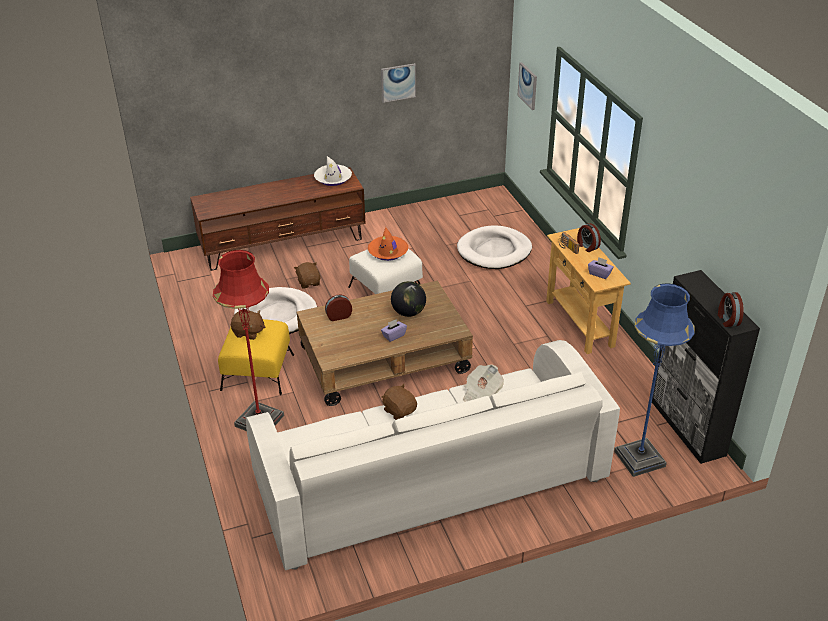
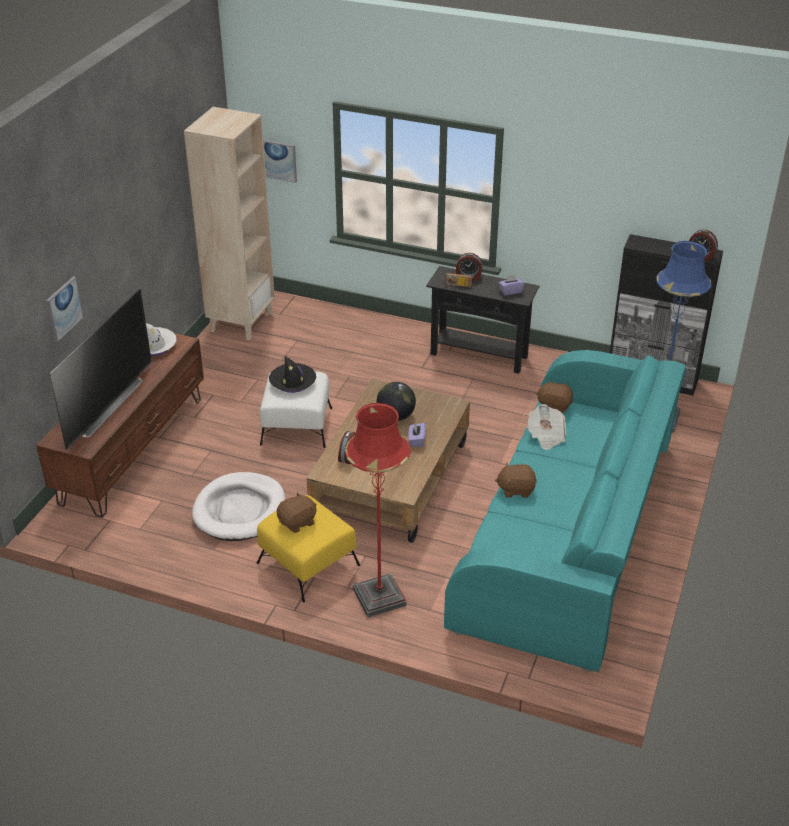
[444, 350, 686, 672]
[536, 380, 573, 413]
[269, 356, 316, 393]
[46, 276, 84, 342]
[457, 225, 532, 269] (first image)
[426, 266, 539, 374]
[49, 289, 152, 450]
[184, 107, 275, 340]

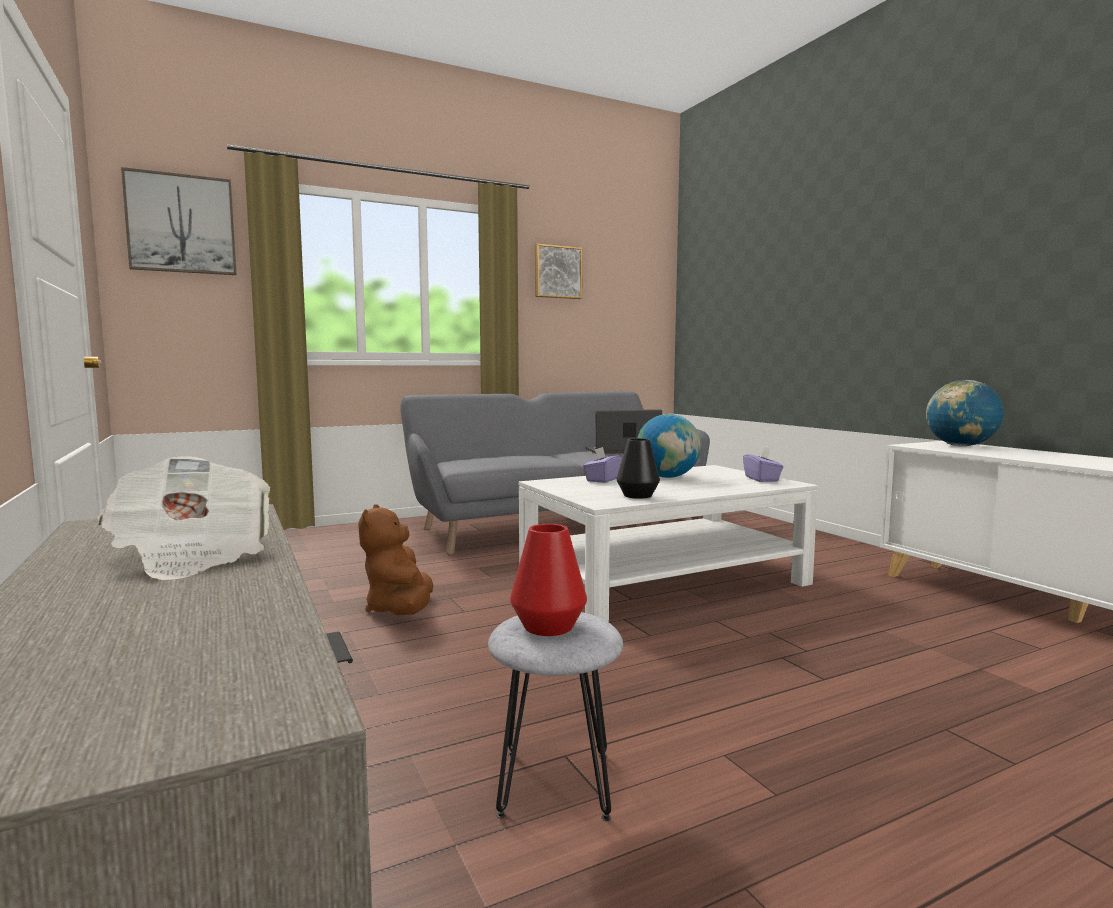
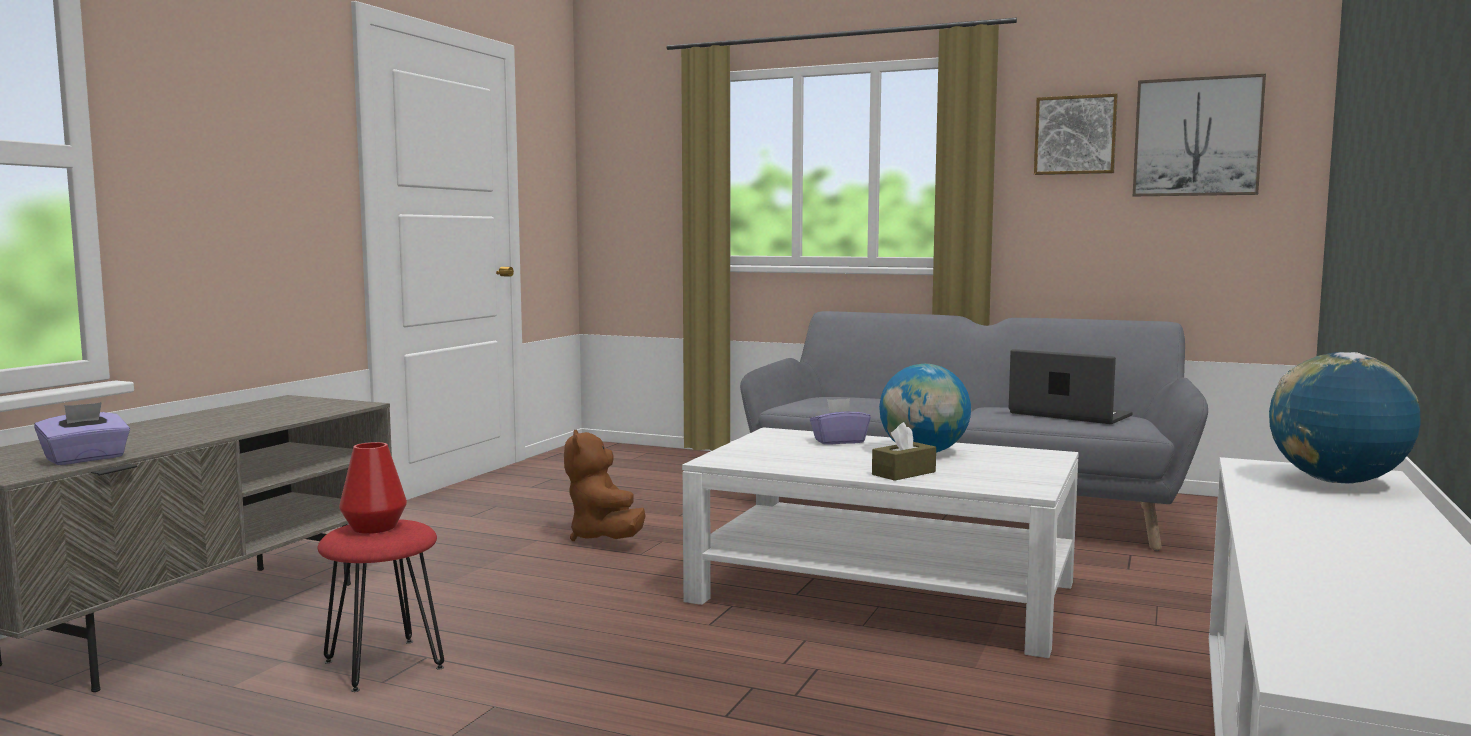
[98, 456, 270, 580] (first image)
[1133, 74, 1266, 196]
[564, 430, 646, 541]
[317, 519, 444, 692]
[616, 438, 660, 499] (first image)
[34, 402, 130, 465]
[872, 422, 936, 481]

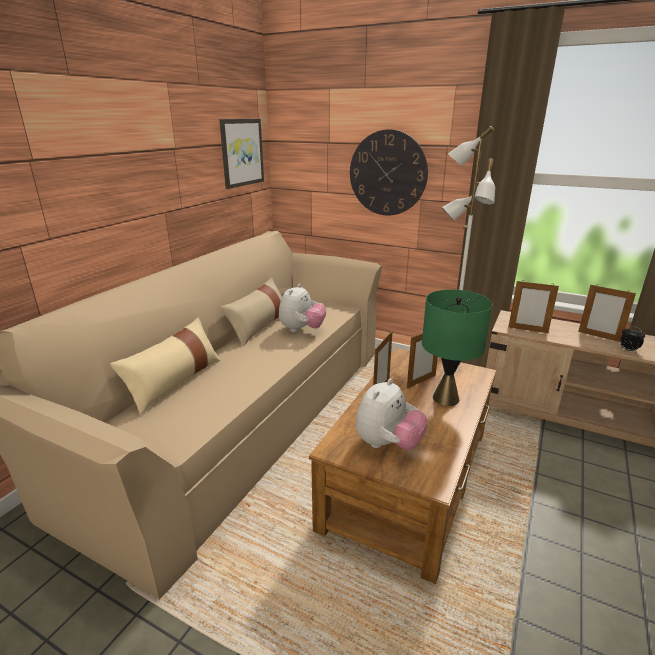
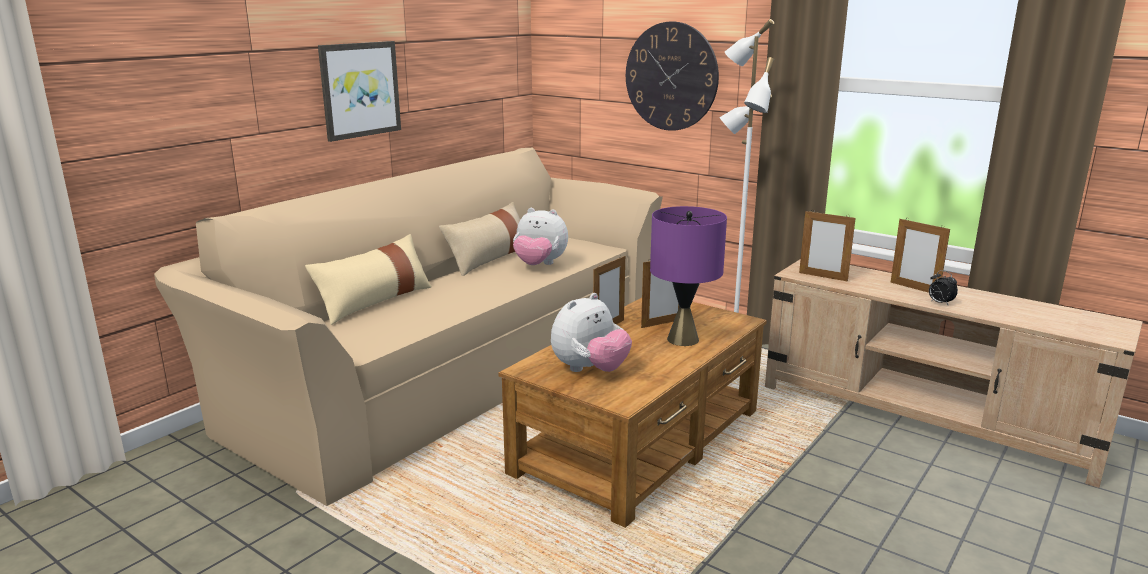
[318, 41, 401, 142]
[513, 208, 568, 265]
[650, 206, 727, 346]

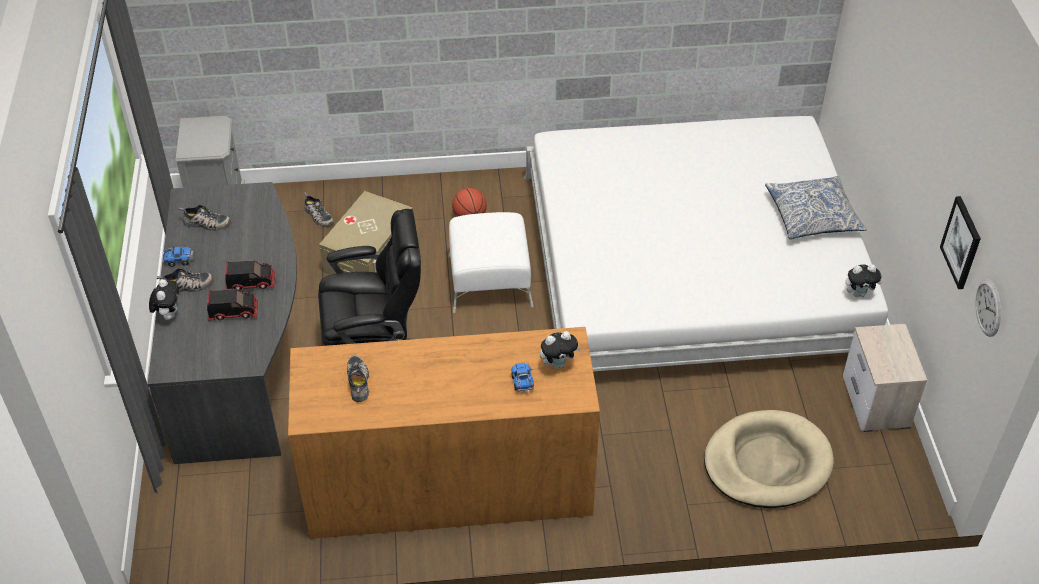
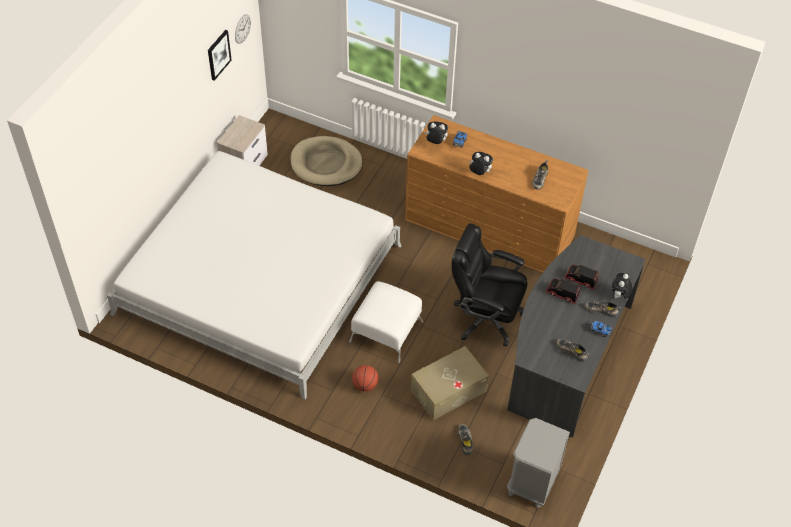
[765, 176, 867, 239] (first image)
[469, 152, 493, 175]

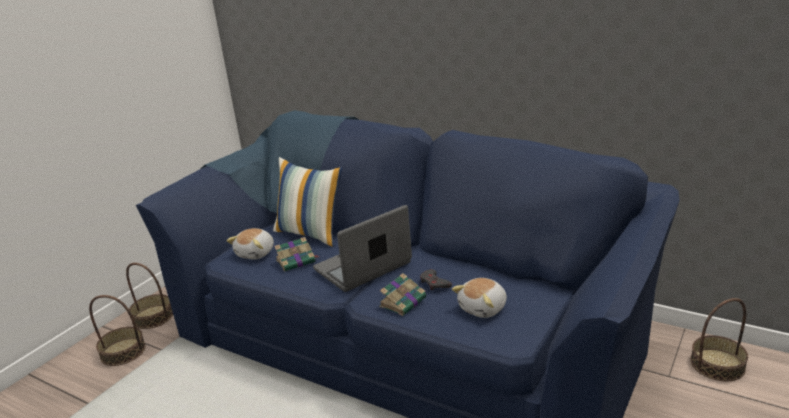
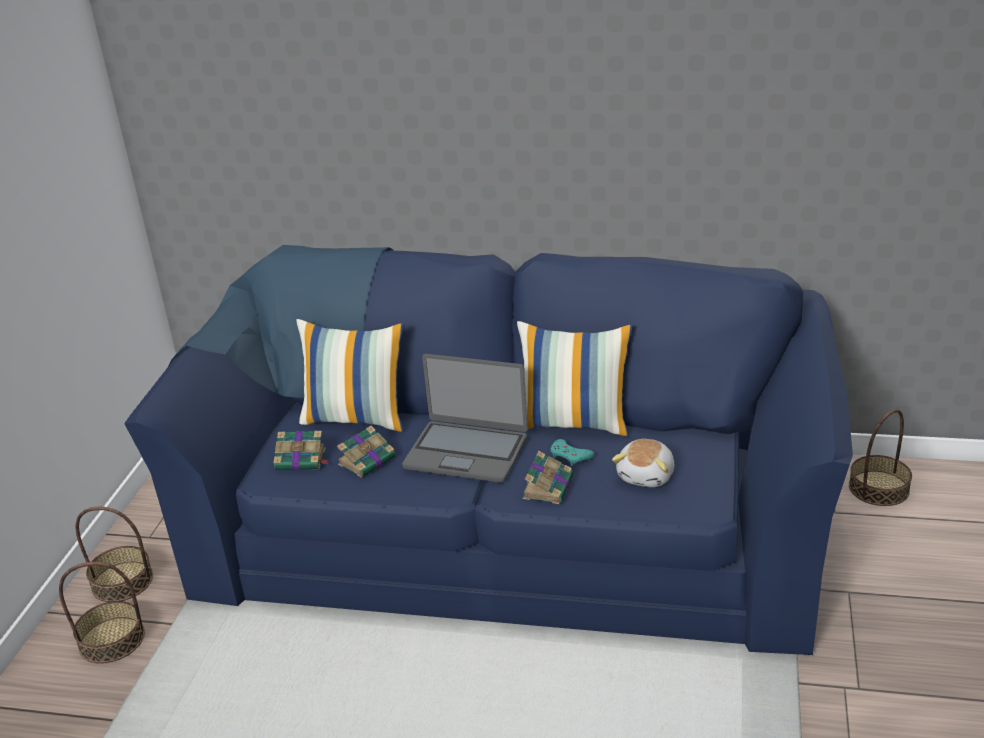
[274, 431, 330, 470]
[402, 354, 528, 483]
[550, 439, 594, 466]
[517, 321, 633, 436]

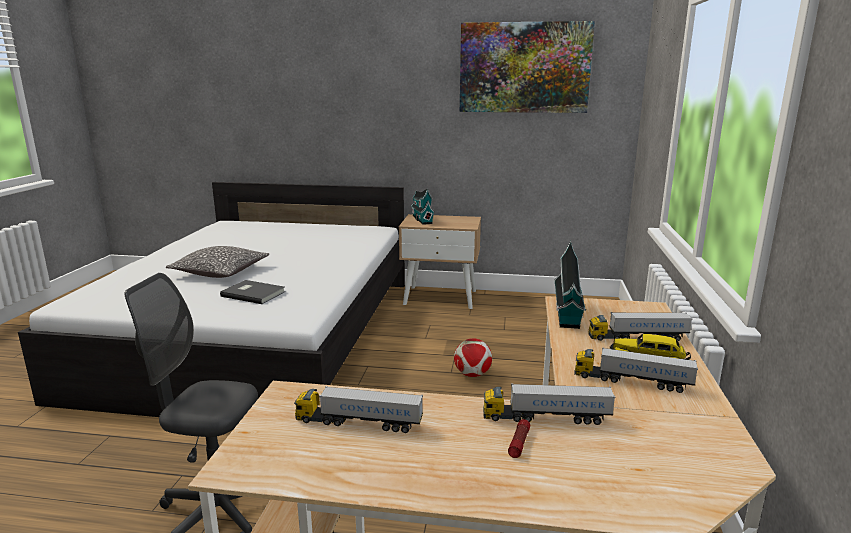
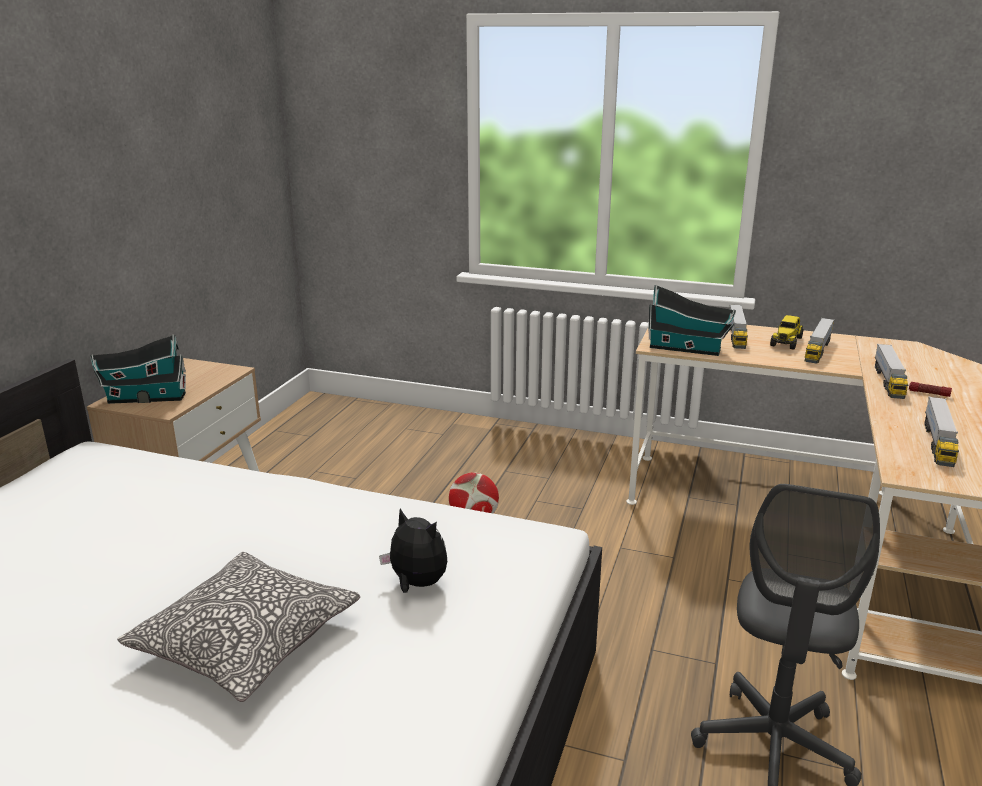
[379, 509, 447, 593]
[460, 21, 595, 113] (first image)

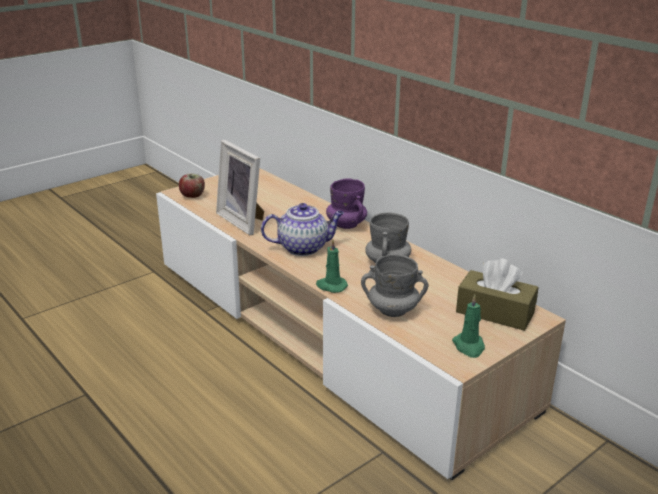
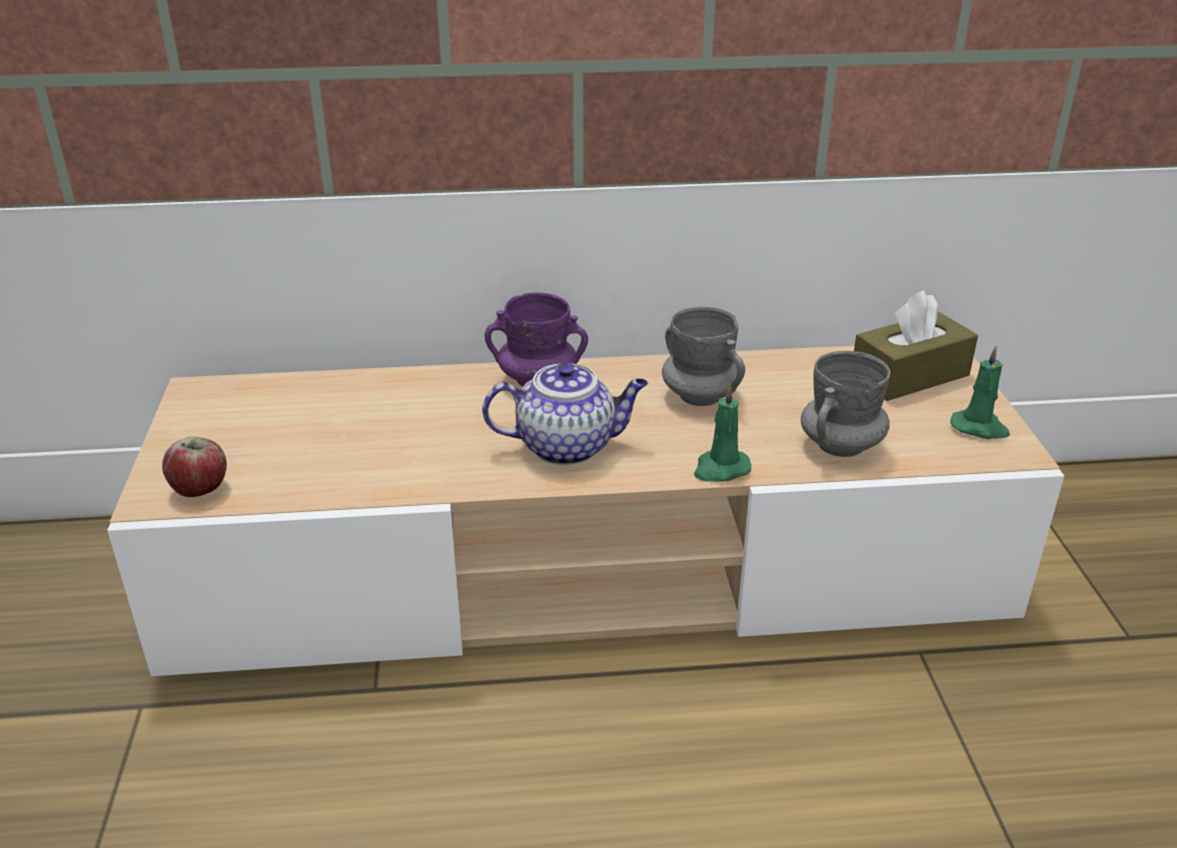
[216, 140, 264, 235] (first image)
[482, 362, 648, 465]

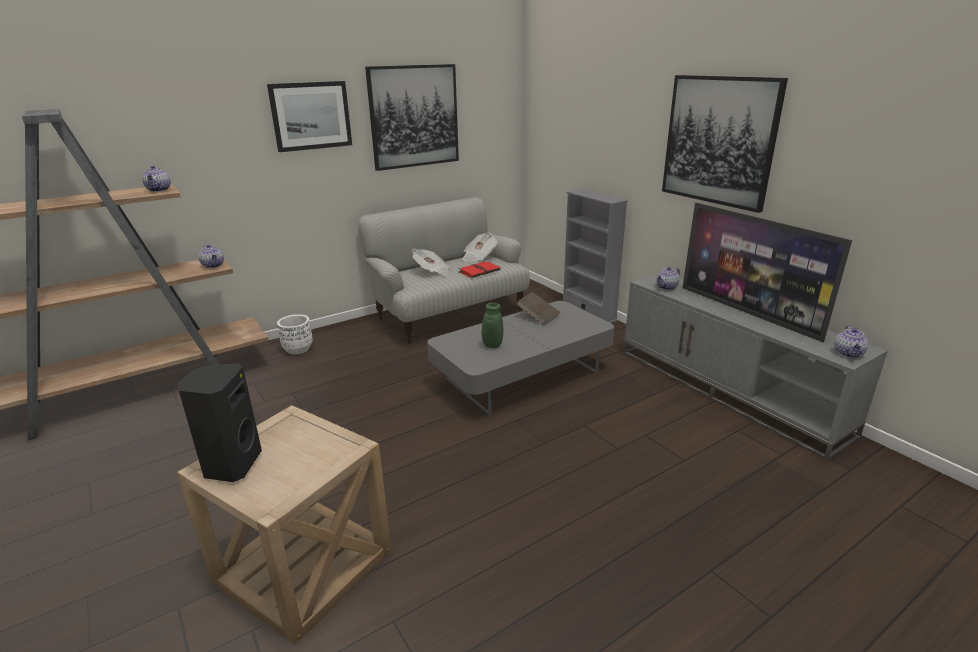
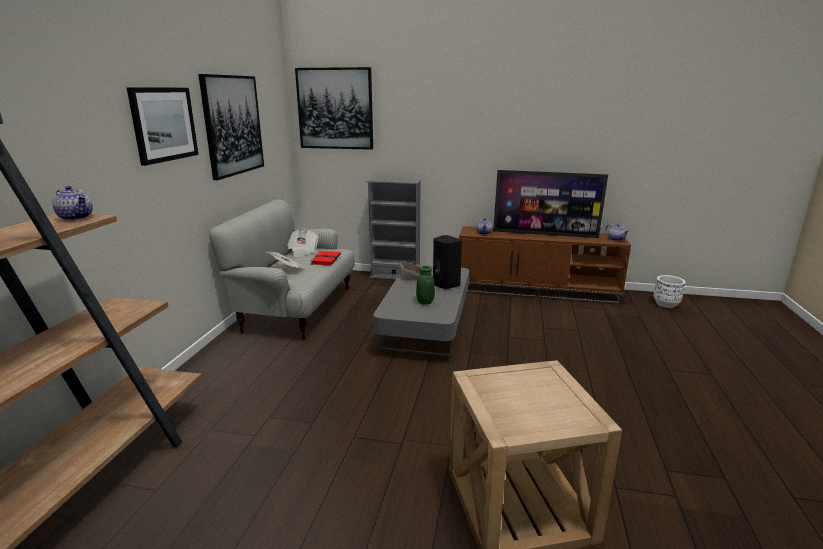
[433, 235, 462, 289]
[199, 244, 224, 268] (first image)
[654, 275, 685, 308]
[459, 226, 631, 305]
[295, 67, 373, 150]

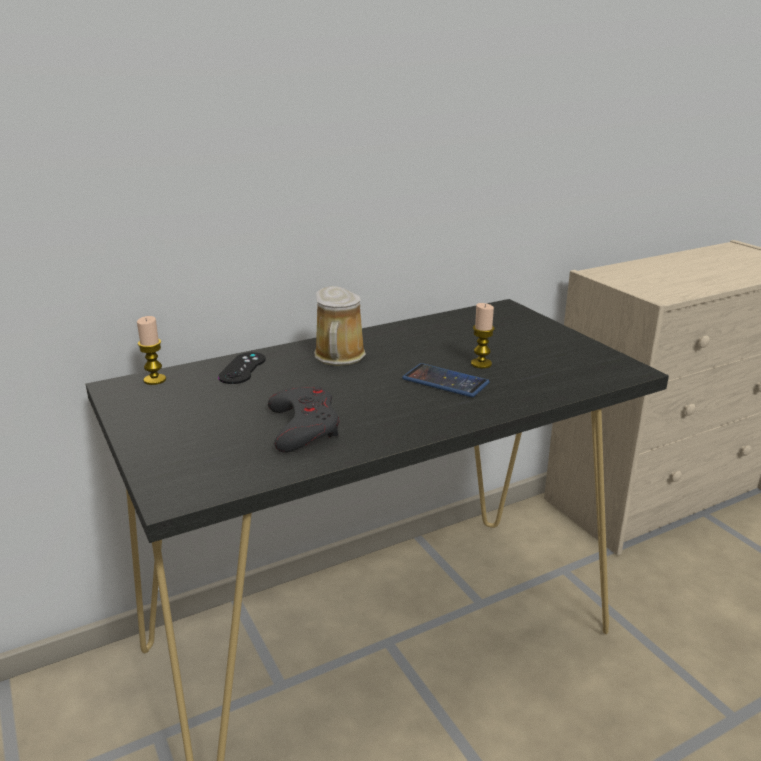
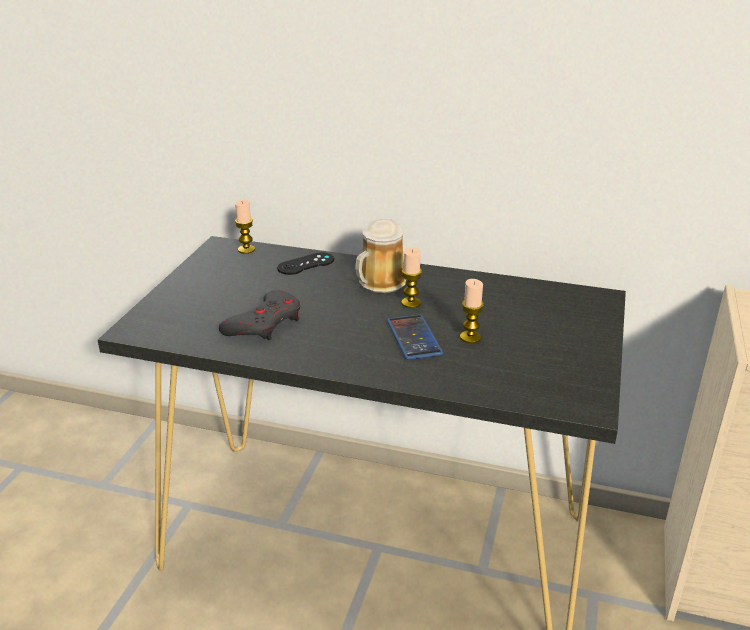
[401, 247, 422, 308]

